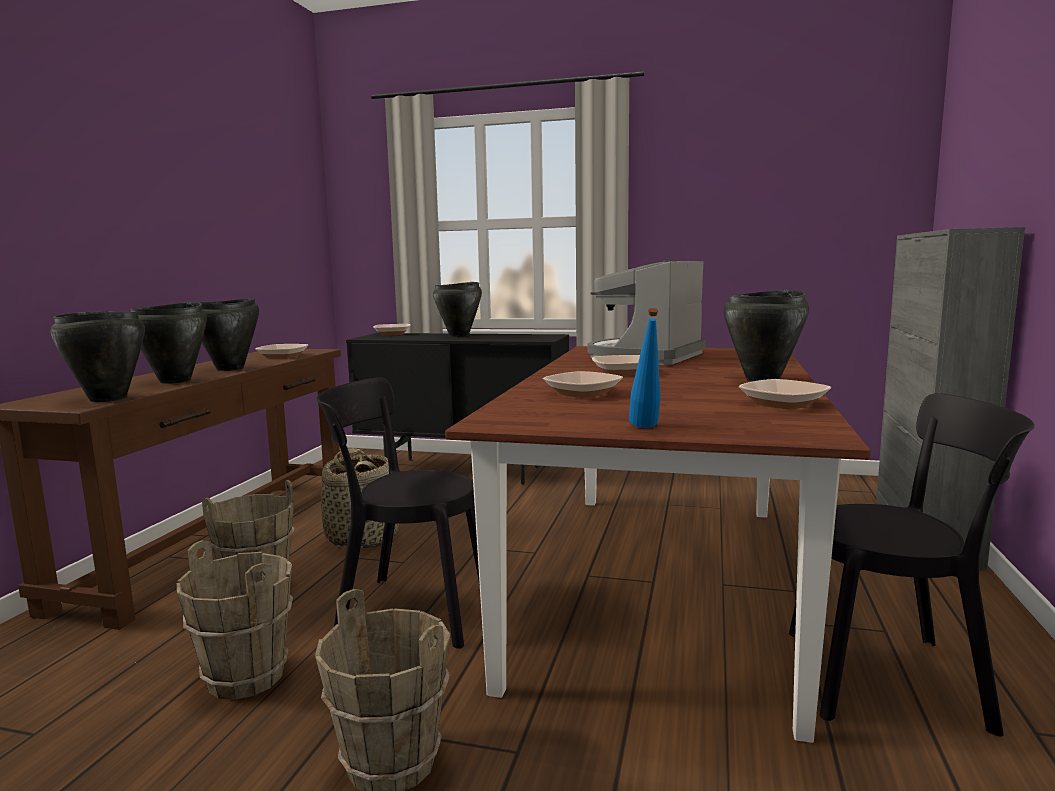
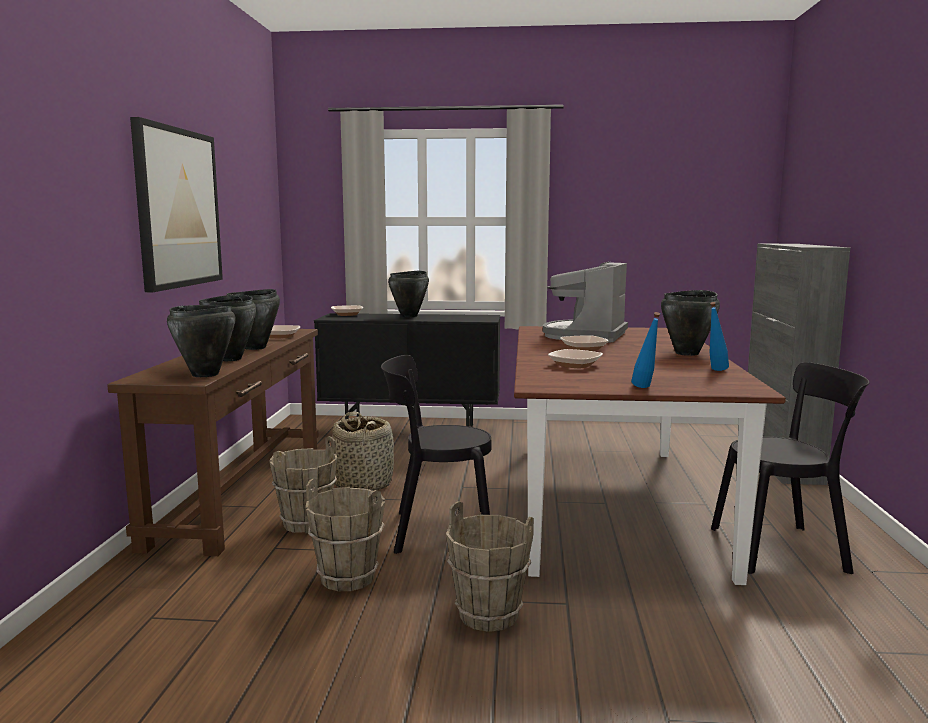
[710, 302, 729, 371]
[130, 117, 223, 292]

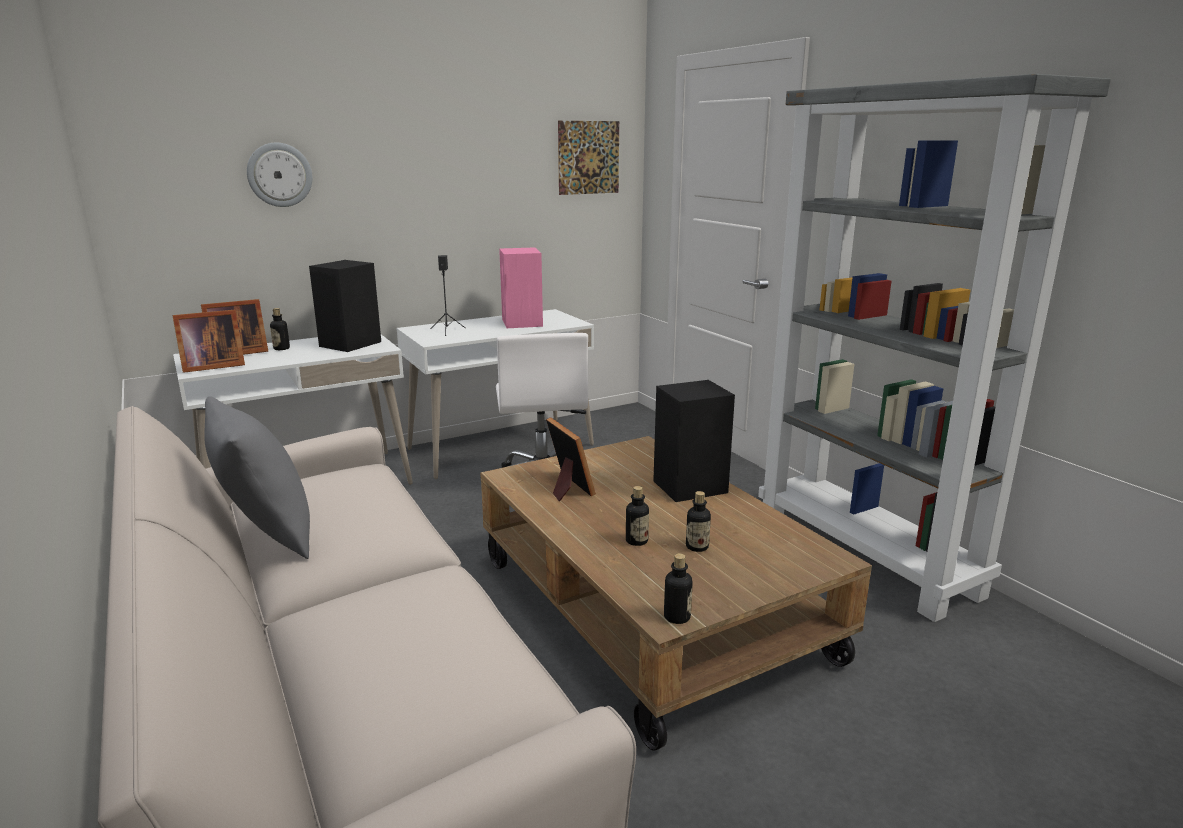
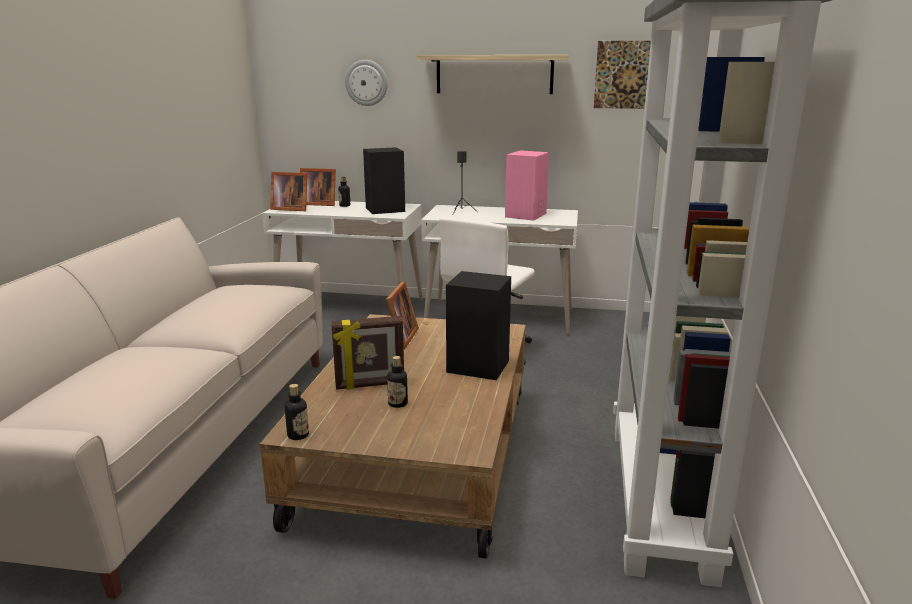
[204, 396, 310, 559] (first image)
[331, 316, 404, 390]
[416, 55, 569, 94]

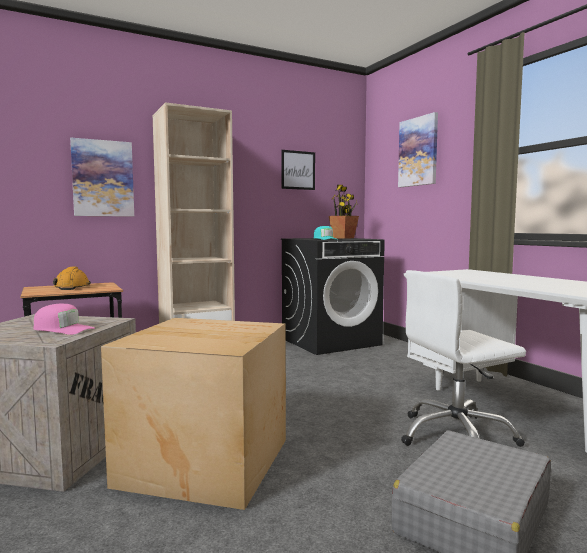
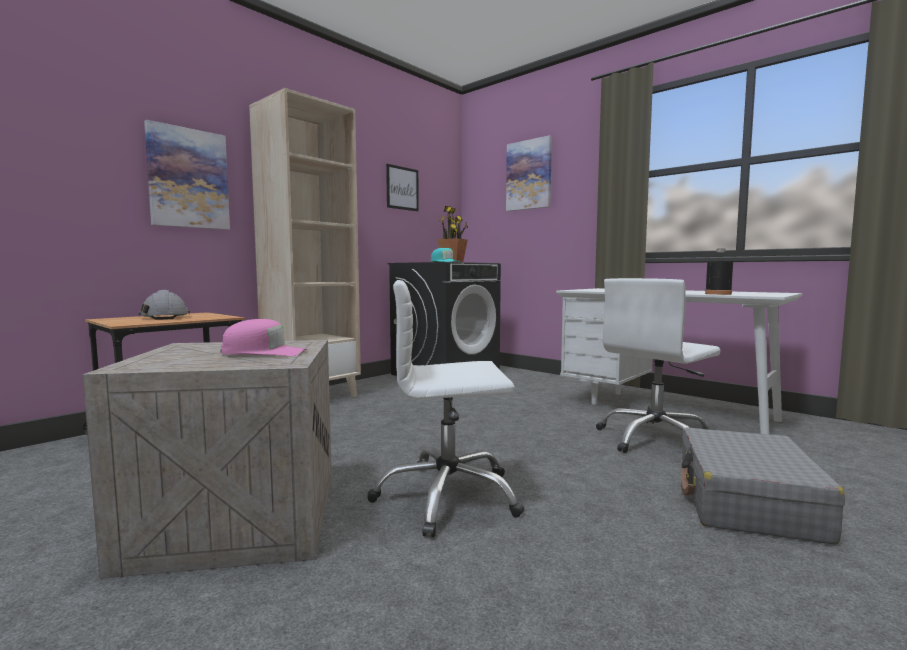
[139, 290, 190, 320]
[367, 280, 524, 537]
[705, 248, 733, 295]

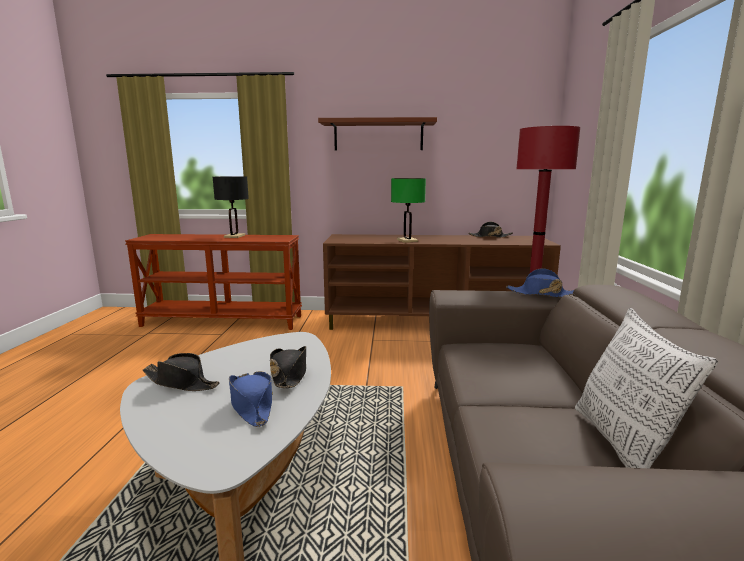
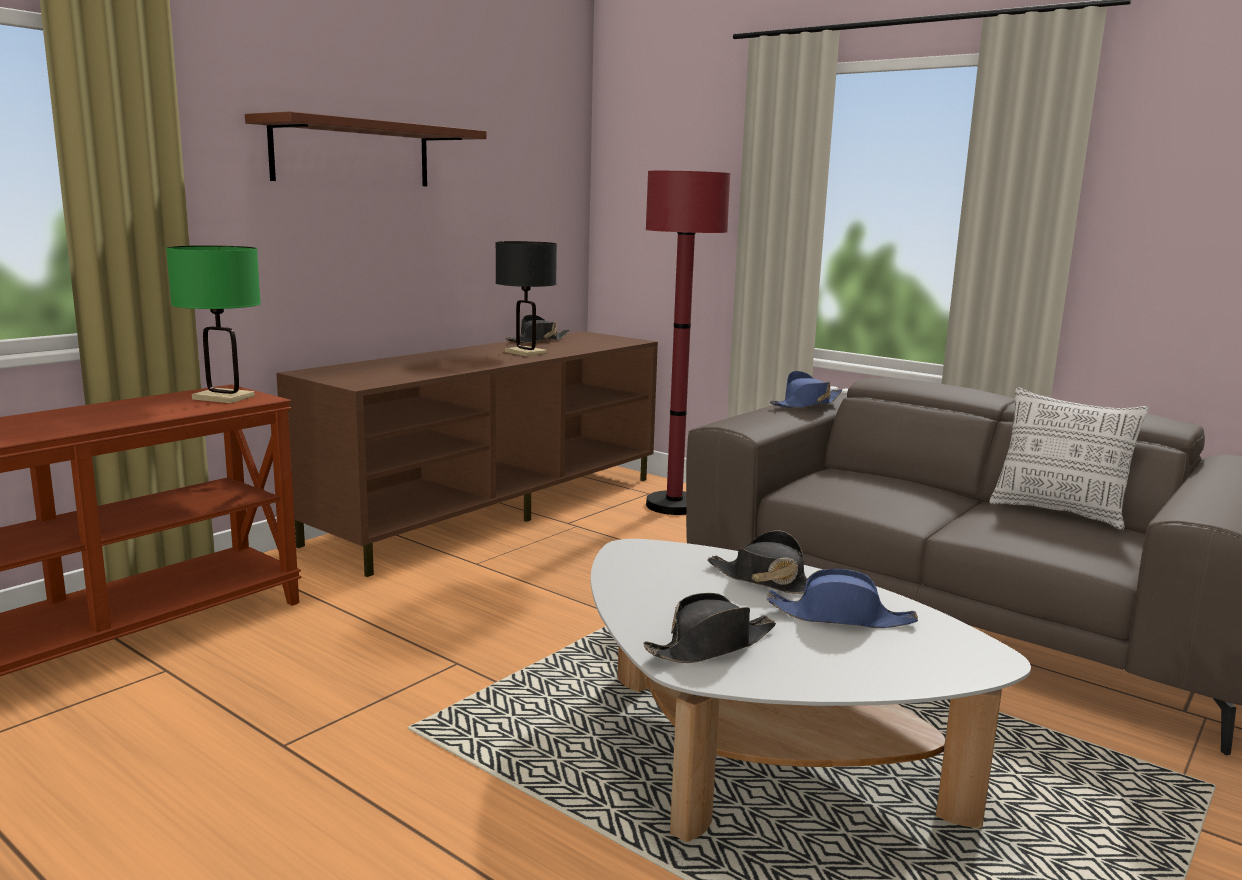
[496, 241, 557, 356]
[166, 245, 261, 403]

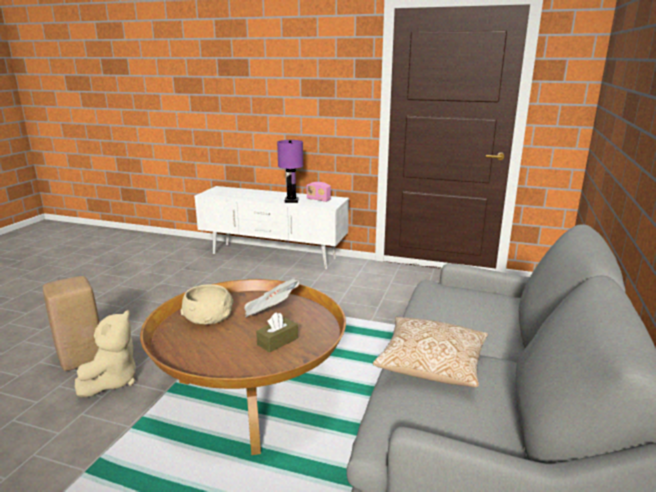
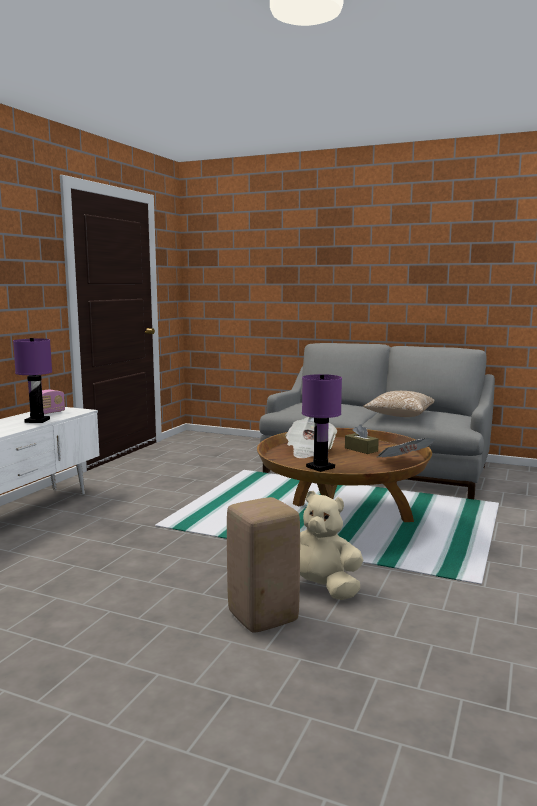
[302, 374, 342, 472]
[377, 438, 435, 457]

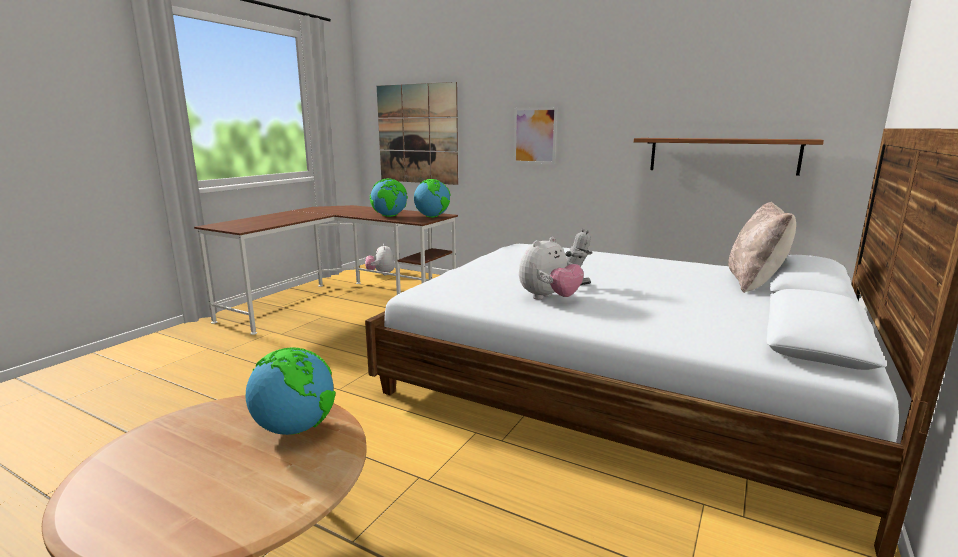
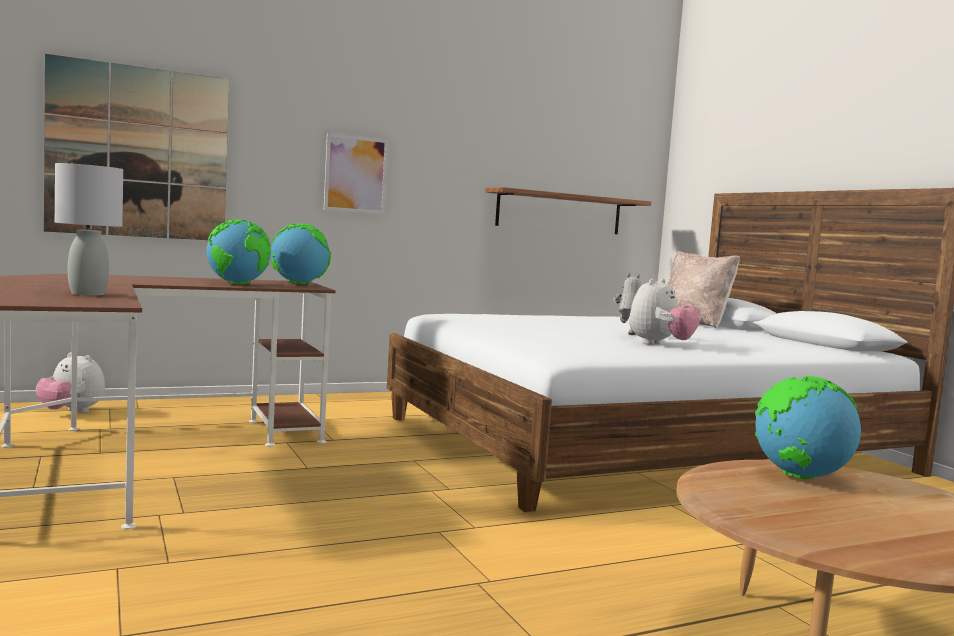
[630, 278, 700, 345]
[55, 163, 123, 296]

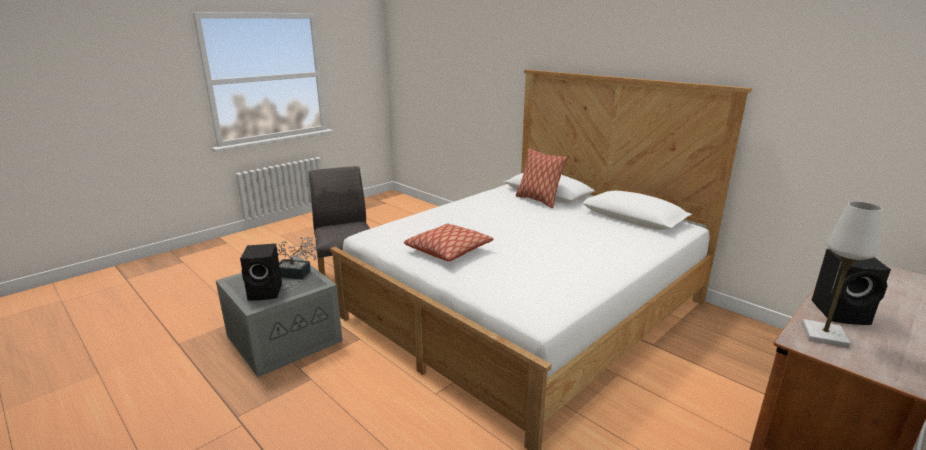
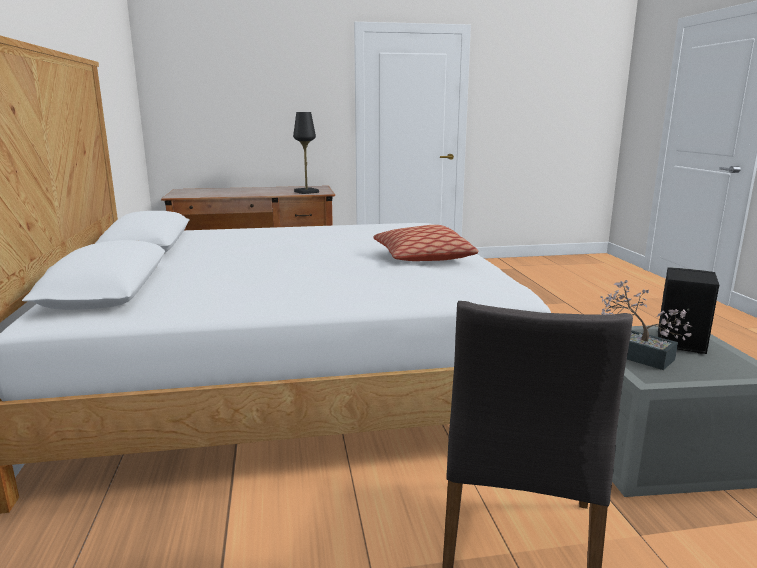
[516, 148, 568, 208] (first image)
[293, 112, 319, 194]
[812, 249, 891, 325] (first image)

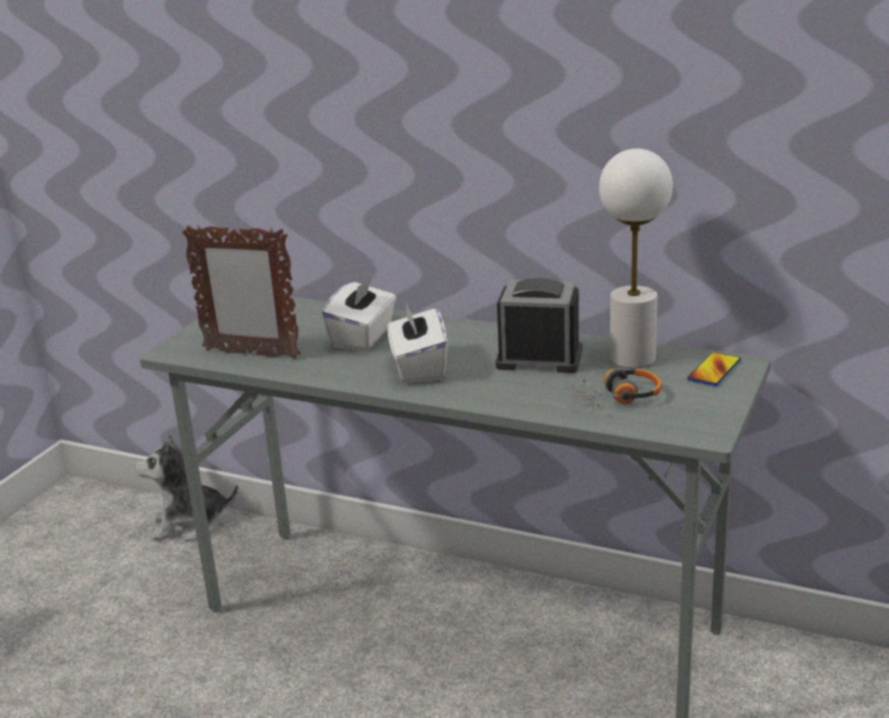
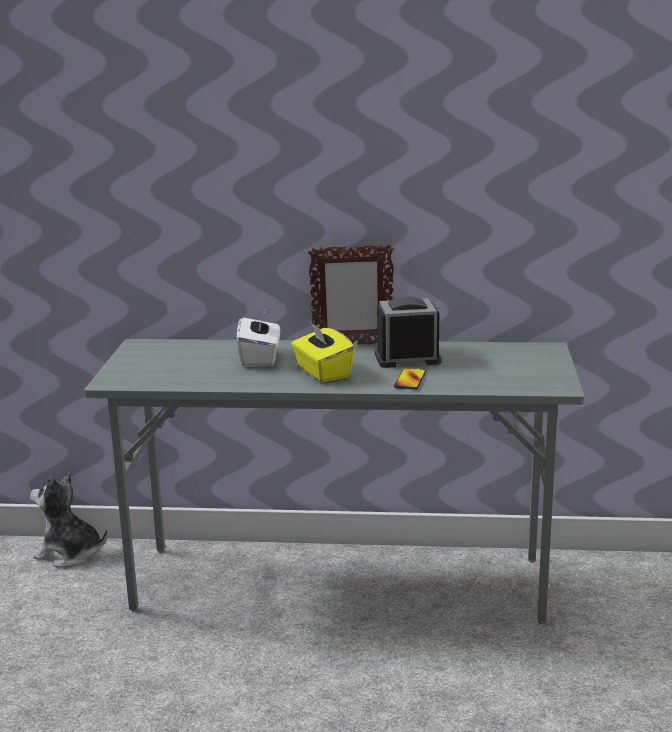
[30, 473, 108, 567]
[308, 243, 394, 344]
[291, 321, 355, 382]
[561, 368, 662, 409] (first image)
[599, 149, 673, 368] (first image)
[394, 368, 426, 390]

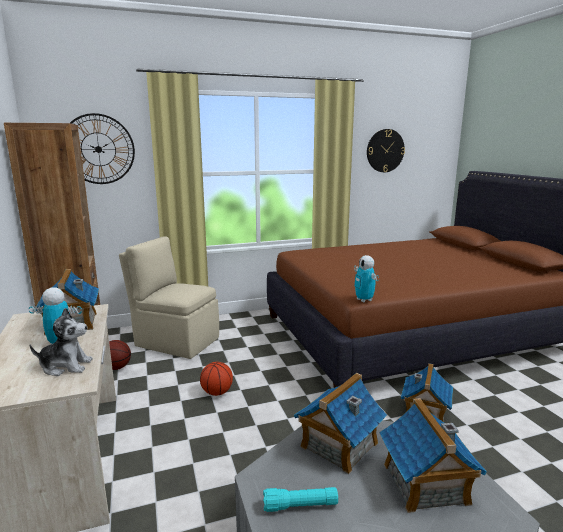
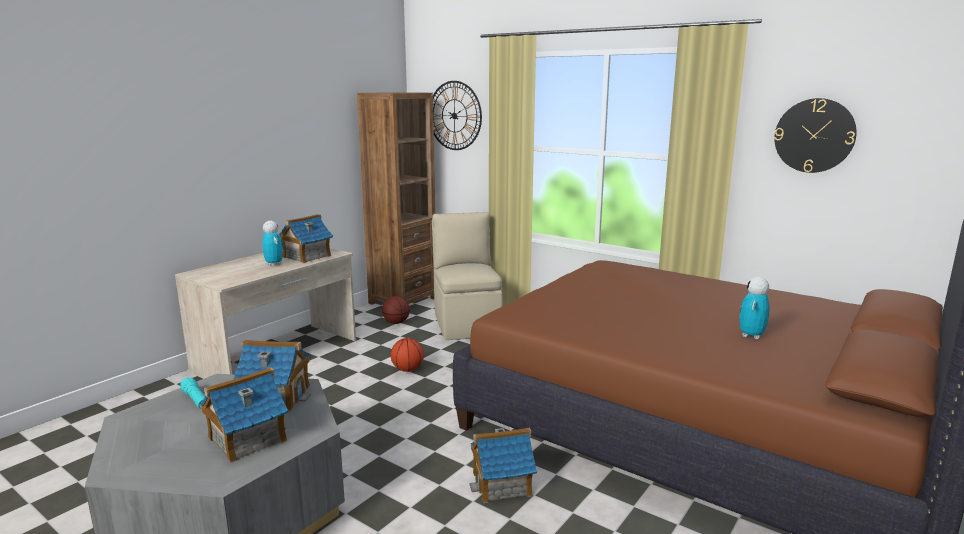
[30, 308, 93, 376] (first image)
[739, 277, 770, 339]

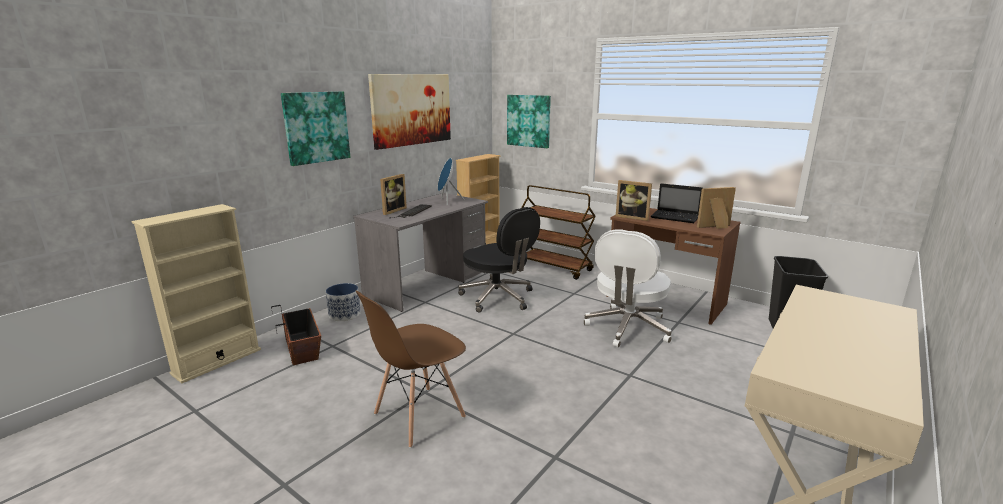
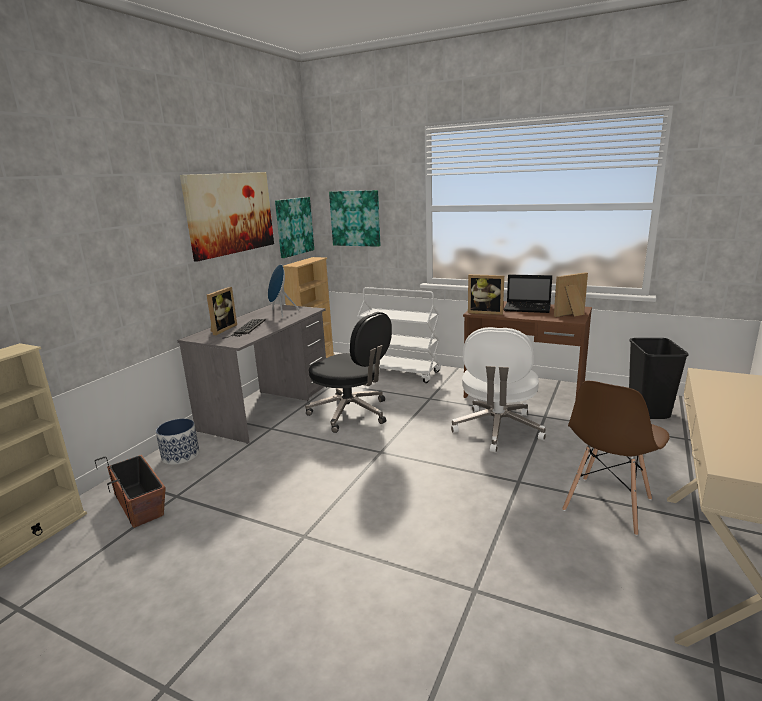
[275, 197, 314, 258]
[562, 381, 670, 536]
[357, 287, 441, 383]

